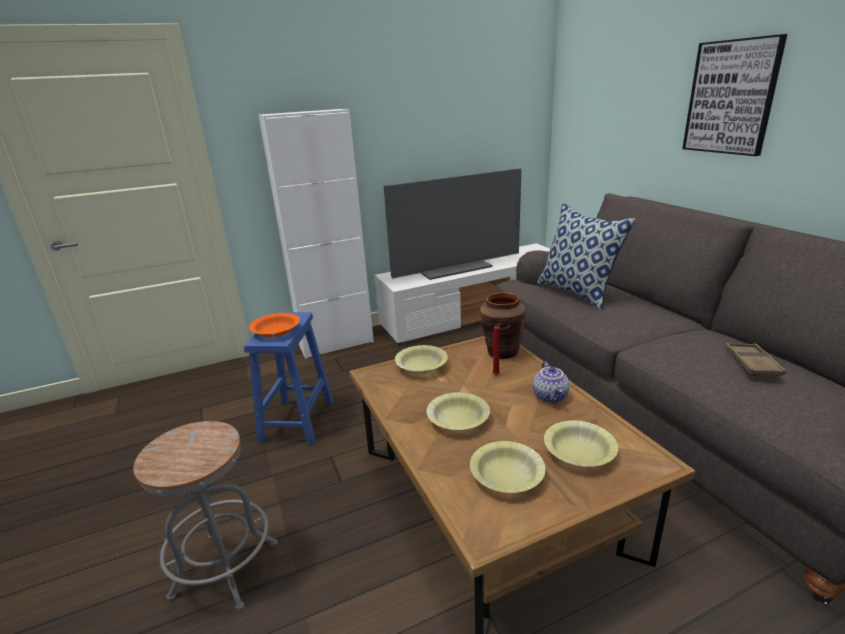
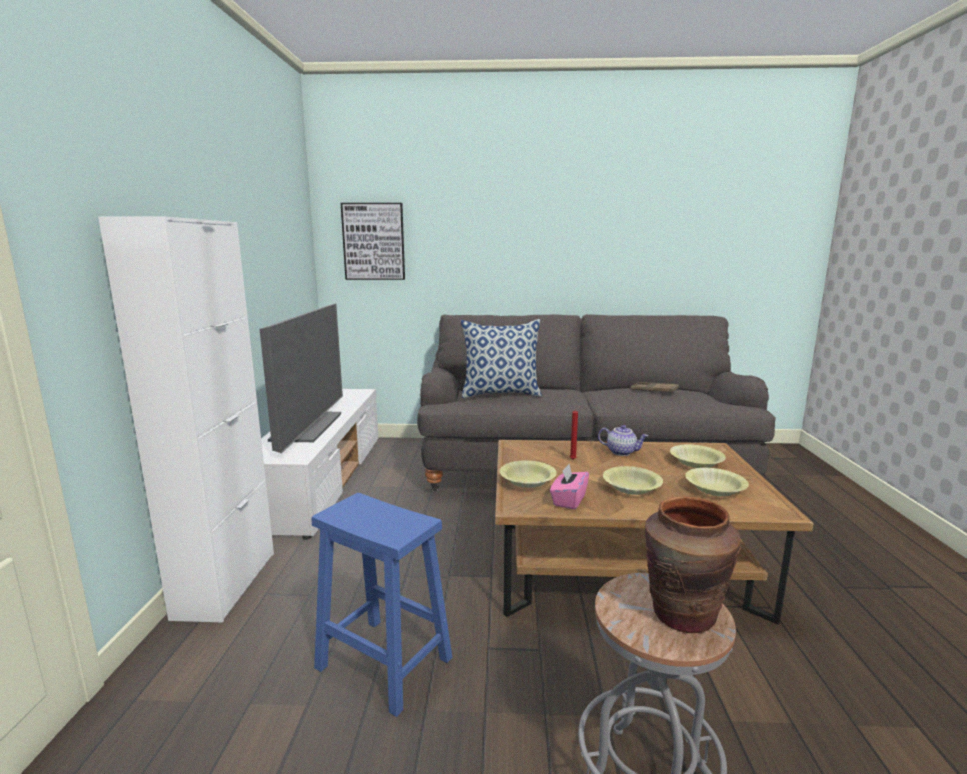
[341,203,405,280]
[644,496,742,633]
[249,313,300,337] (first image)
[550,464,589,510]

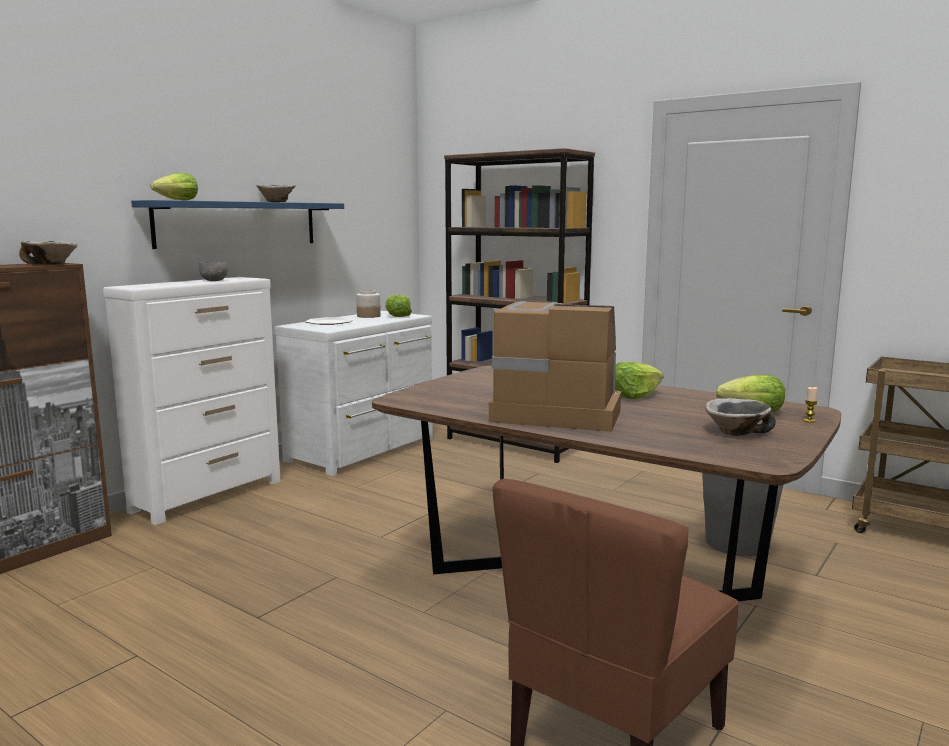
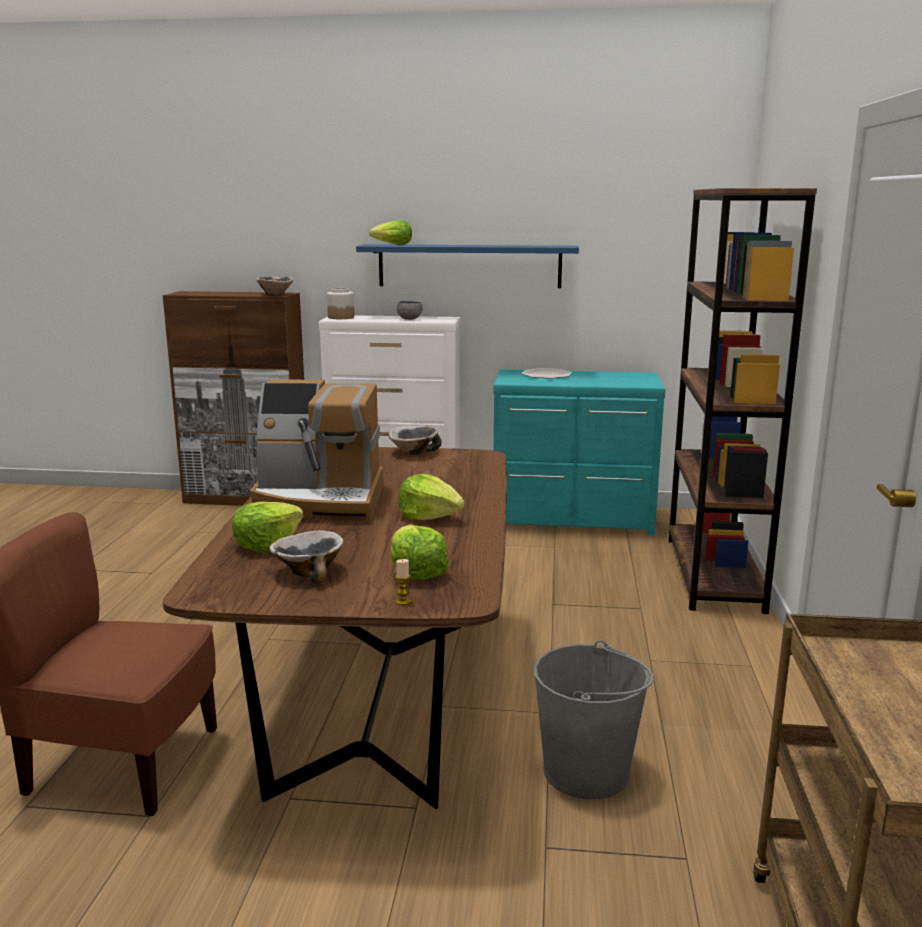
[388,426,442,455]
[327,288,354,319]
[232,502,304,553]
[250,379,384,522]
[494,369,665,535]

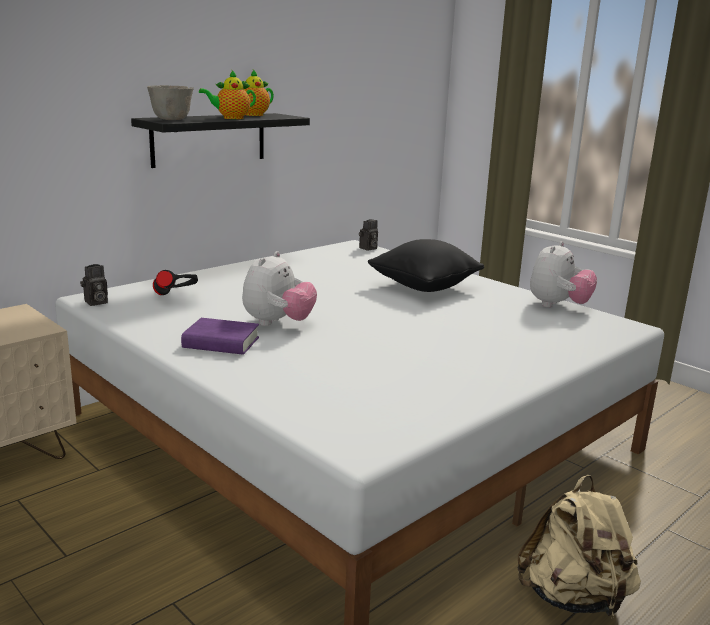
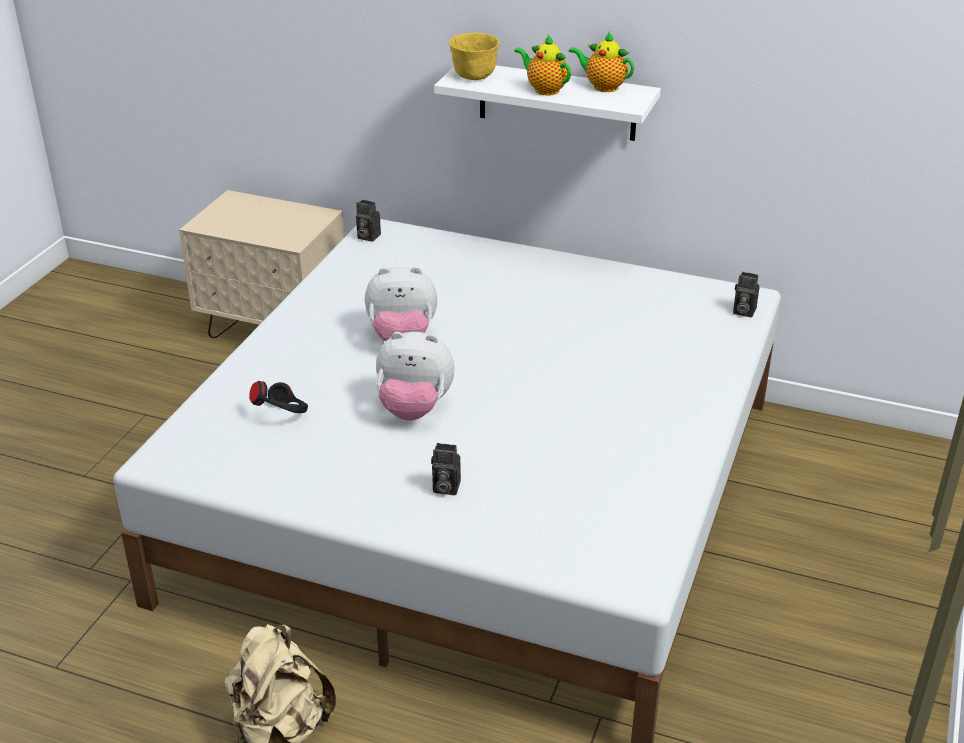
[449,33,499,80]
[434,65,661,141]
[368,239,484,292] (first image)
[376,332,455,421]
[249,381,308,413]
[181,318,259,355] (first image)
[431,443,461,495]

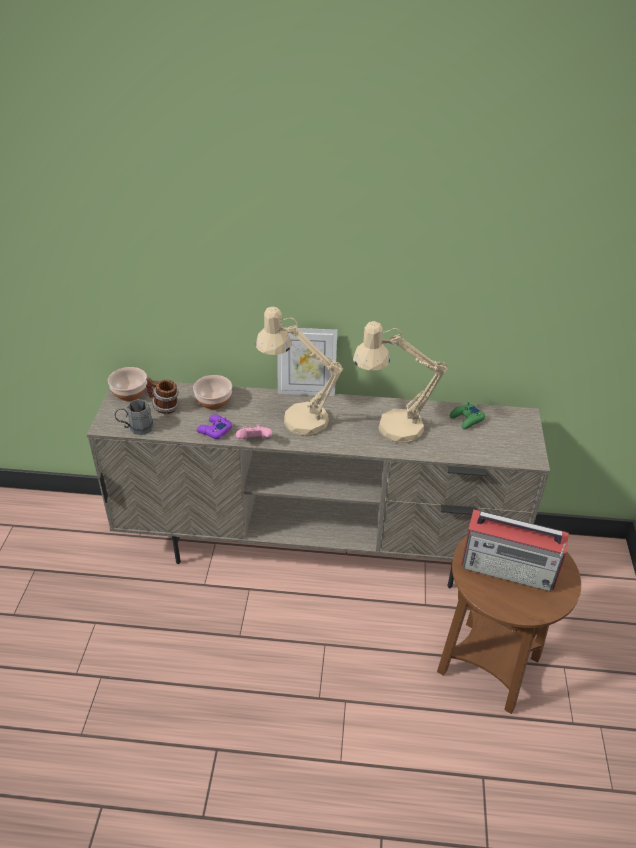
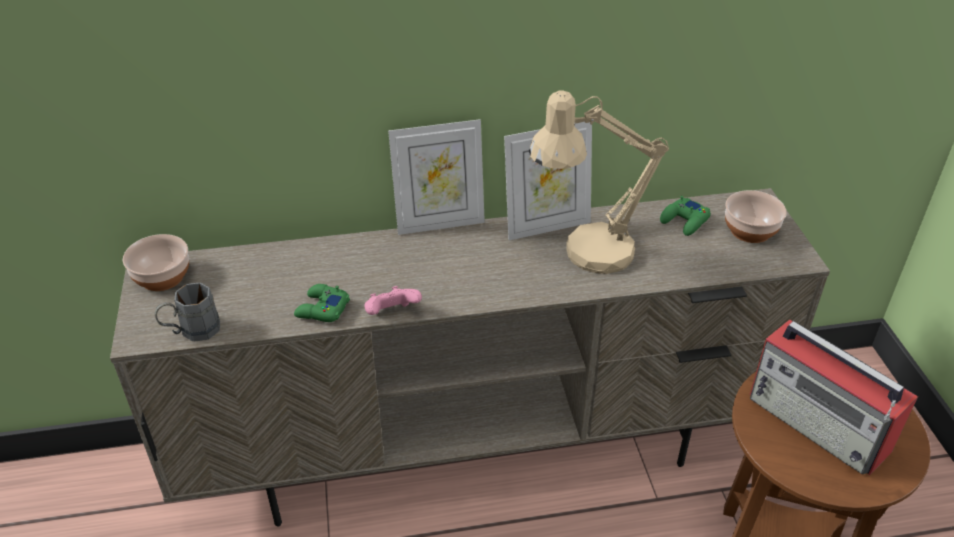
[256,307,343,436] (first image)
[725,190,787,243]
[146,377,179,414] (first image)
[294,284,350,322]
[750,320,918,475]
[504,122,592,240]

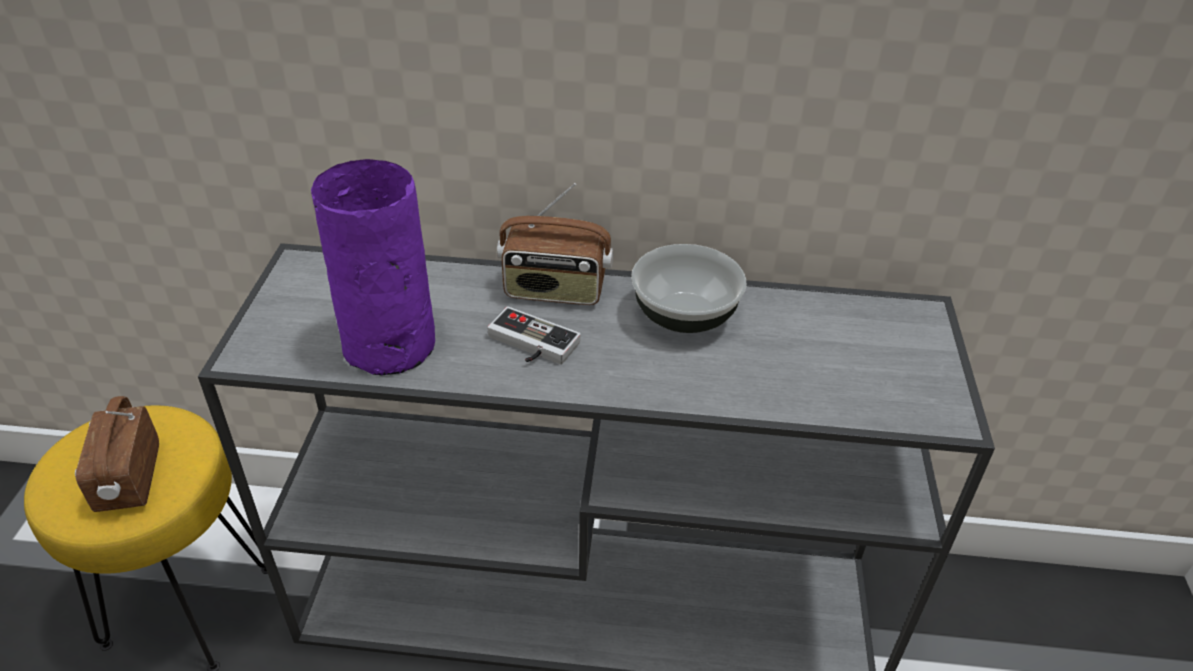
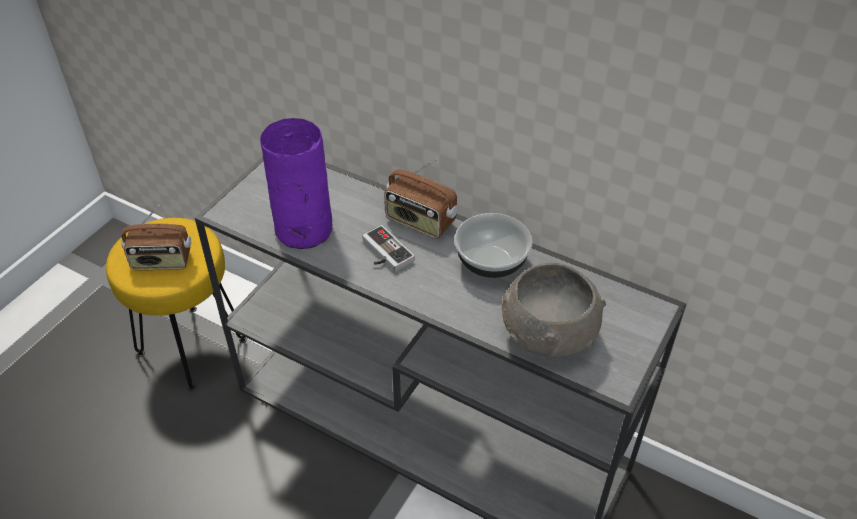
[121,205,191,270]
[502,263,606,357]

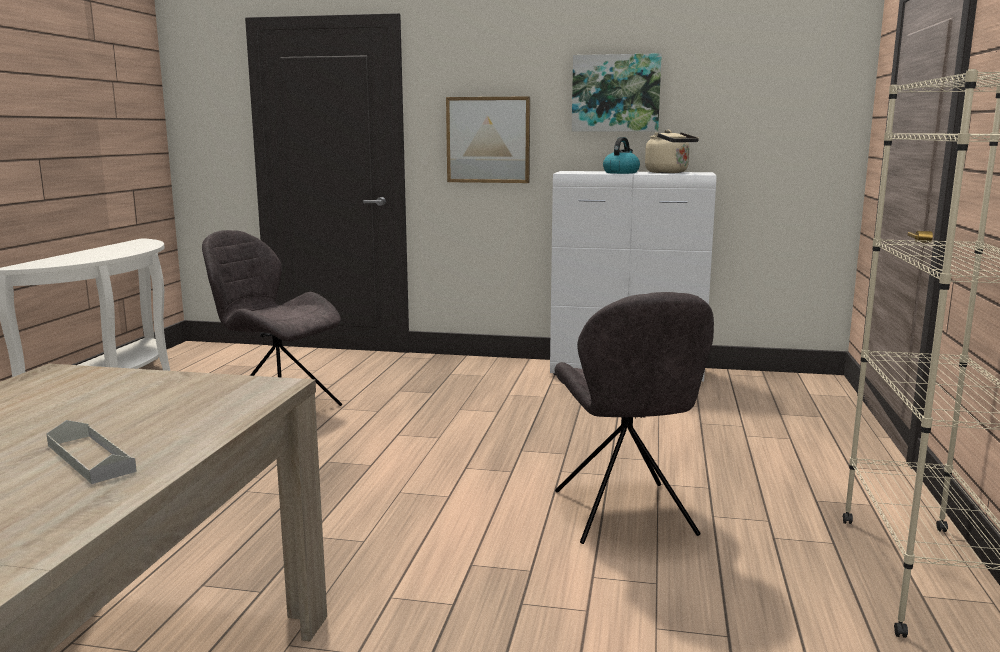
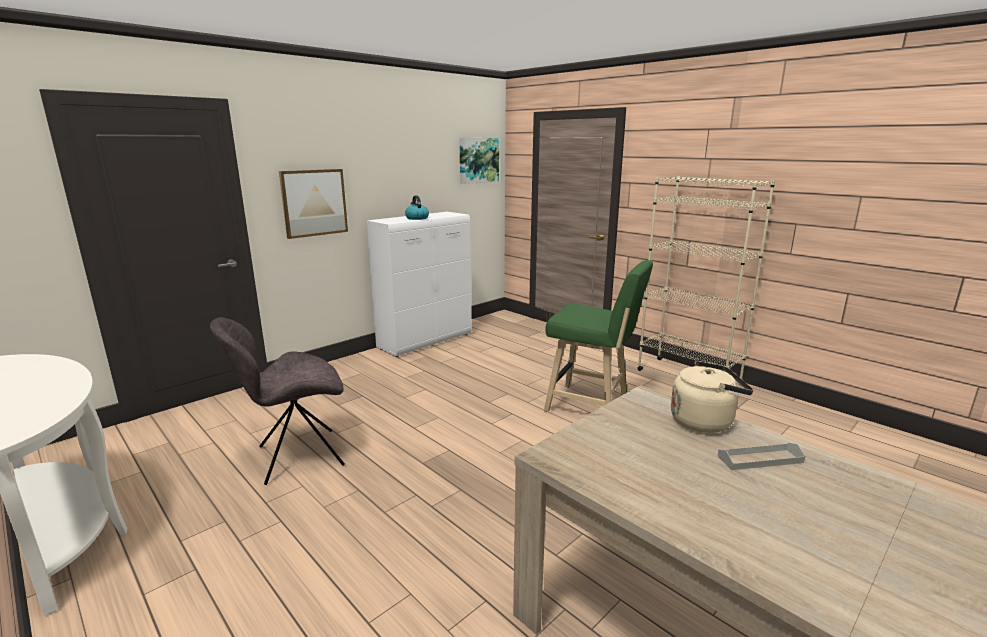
[459,138,499,184]
[671,361,753,433]
[544,260,653,412]

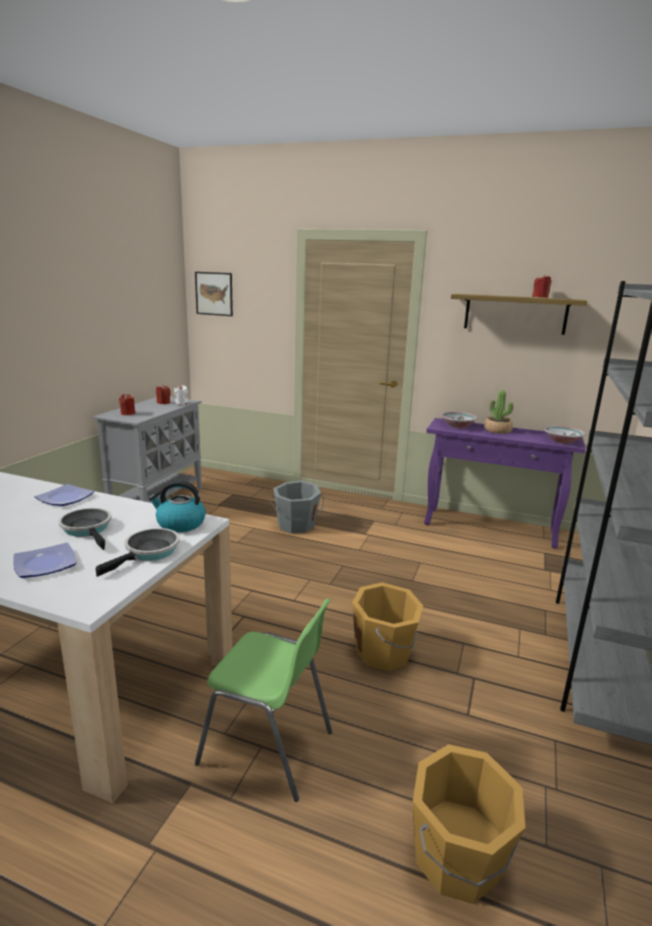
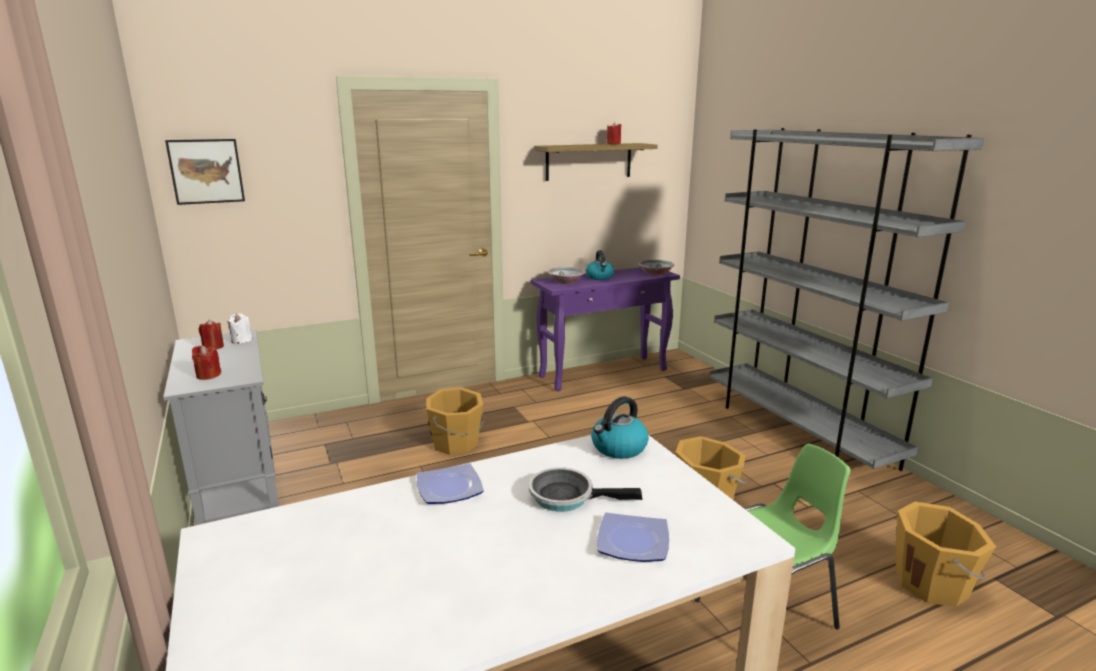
[586,250,614,280]
[426,387,484,455]
[95,528,180,577] (first image)

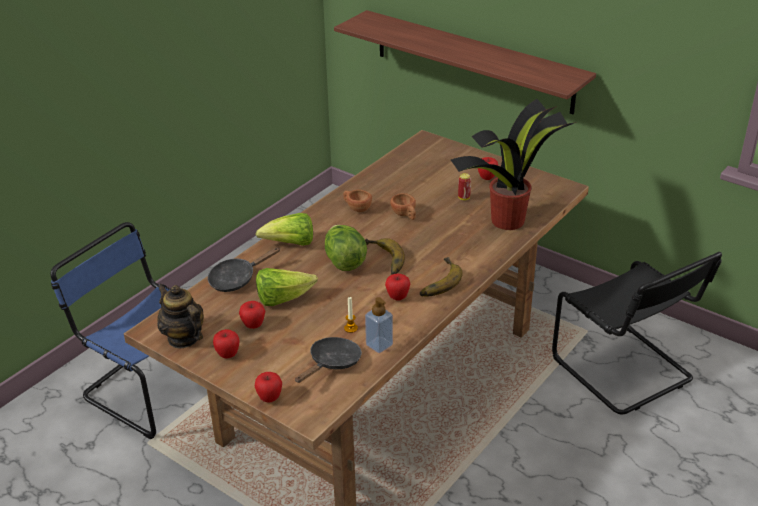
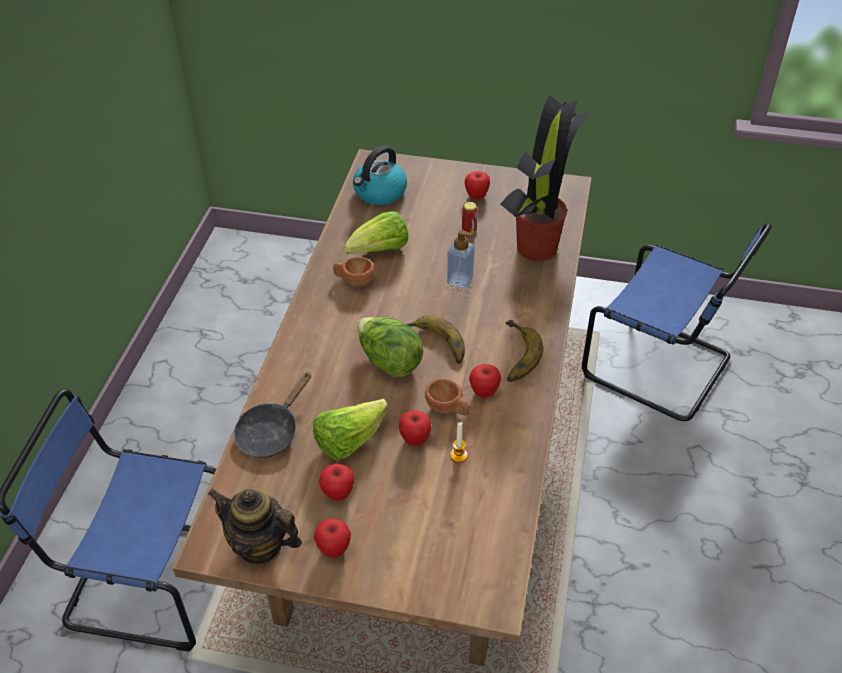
[334,10,596,114] (first image)
[425,378,470,416]
[344,211,408,254]
[582,223,772,421]
[447,230,475,289]
[295,337,362,383] (first image)
[399,410,431,446]
[353,145,407,205]

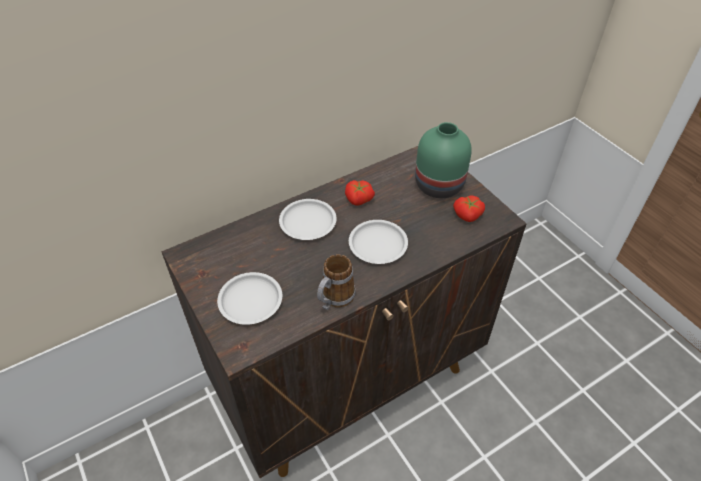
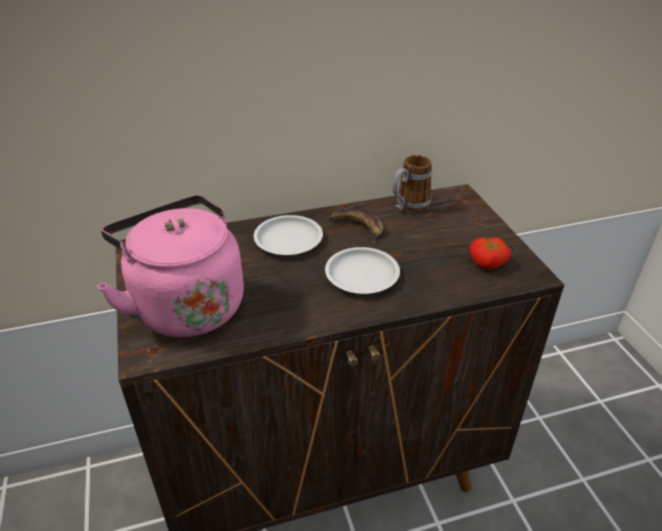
[415,122,472,198] (first image)
[329,208,383,244]
[393,155,432,212]
[97,195,244,337]

